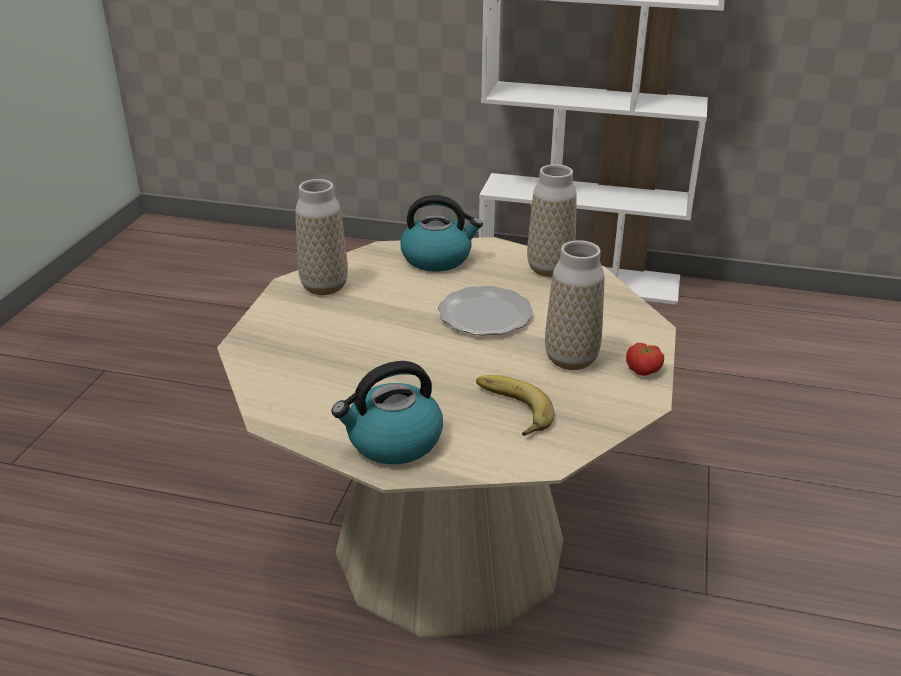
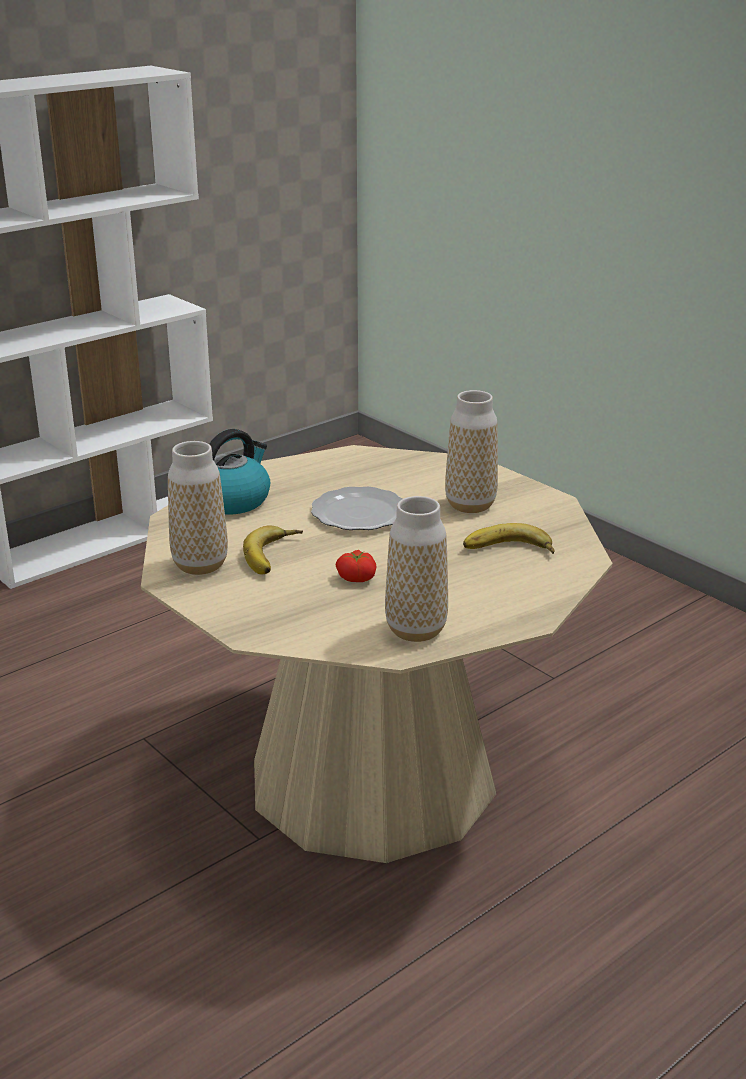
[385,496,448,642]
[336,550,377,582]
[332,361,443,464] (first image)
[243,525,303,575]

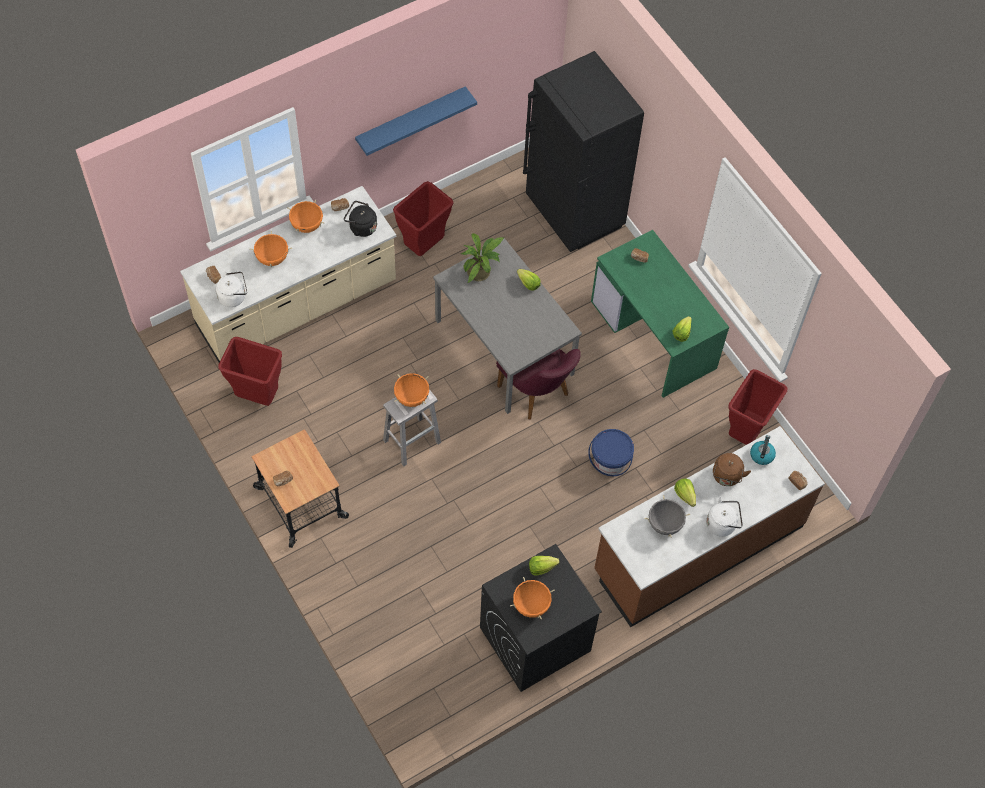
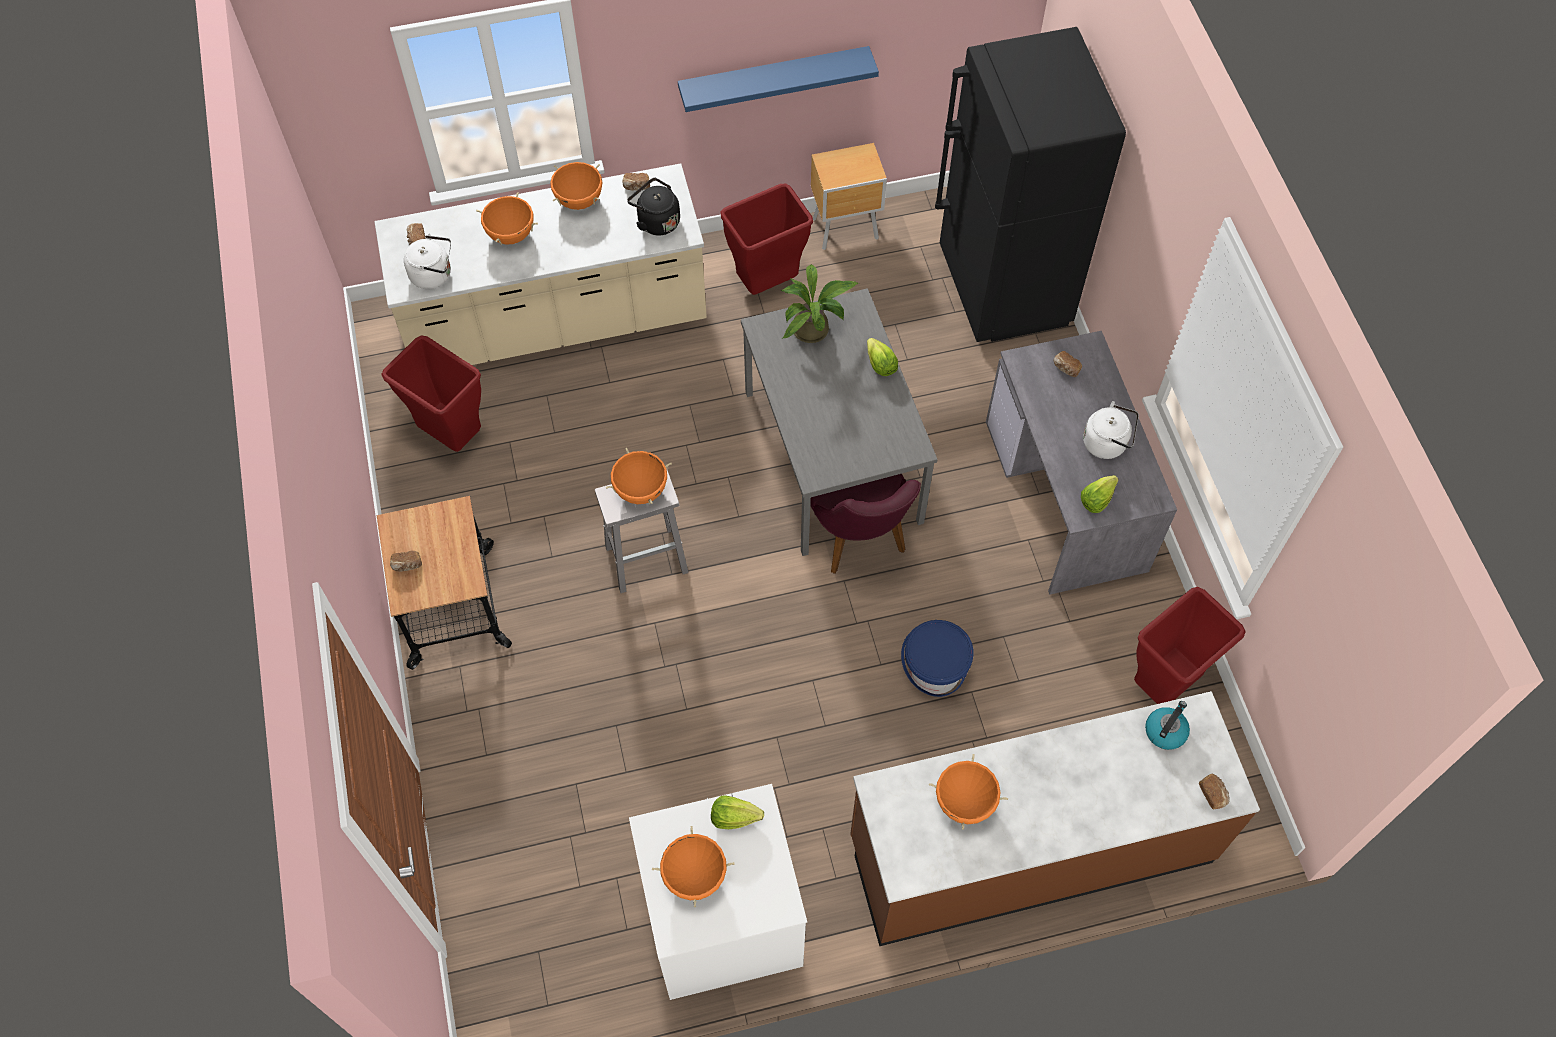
[986,331,1177,595]
[713,453,751,486] (first image)
[674,478,696,507] (first image)
[929,754,1008,830]
[1083,401,1139,459]
[629,784,807,1000]
[811,143,887,250]

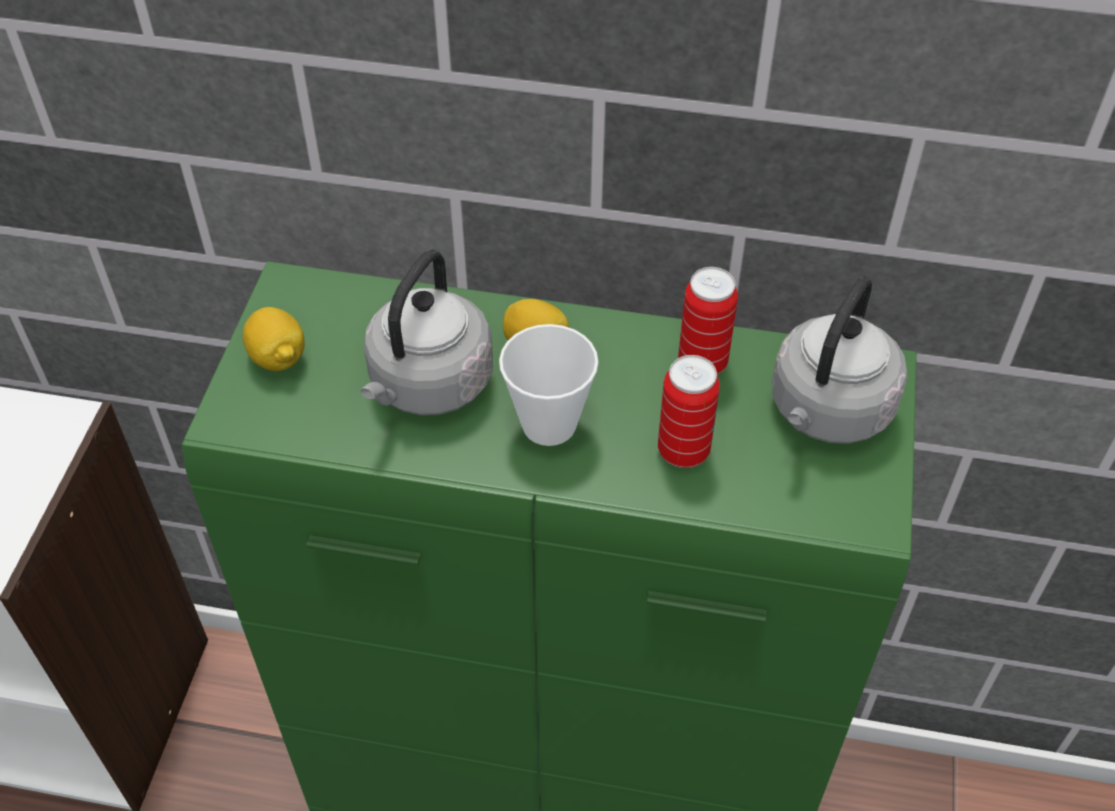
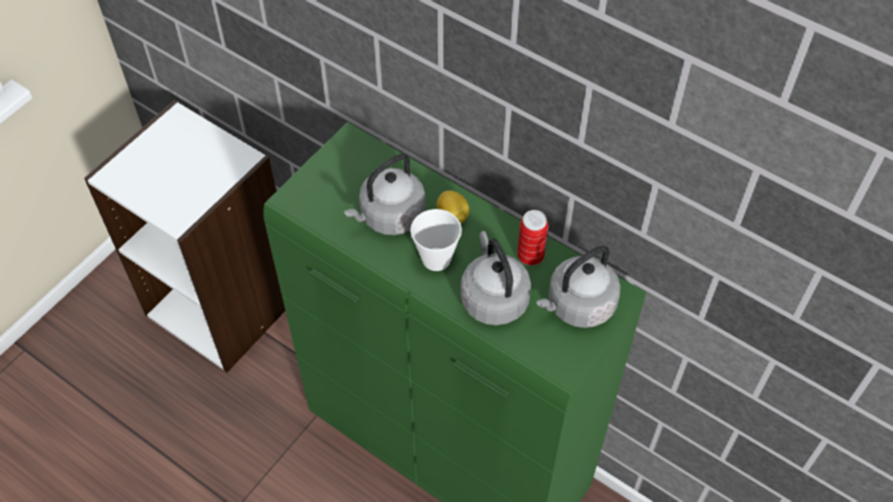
[243,307,305,371] (first image)
[461,231,531,325]

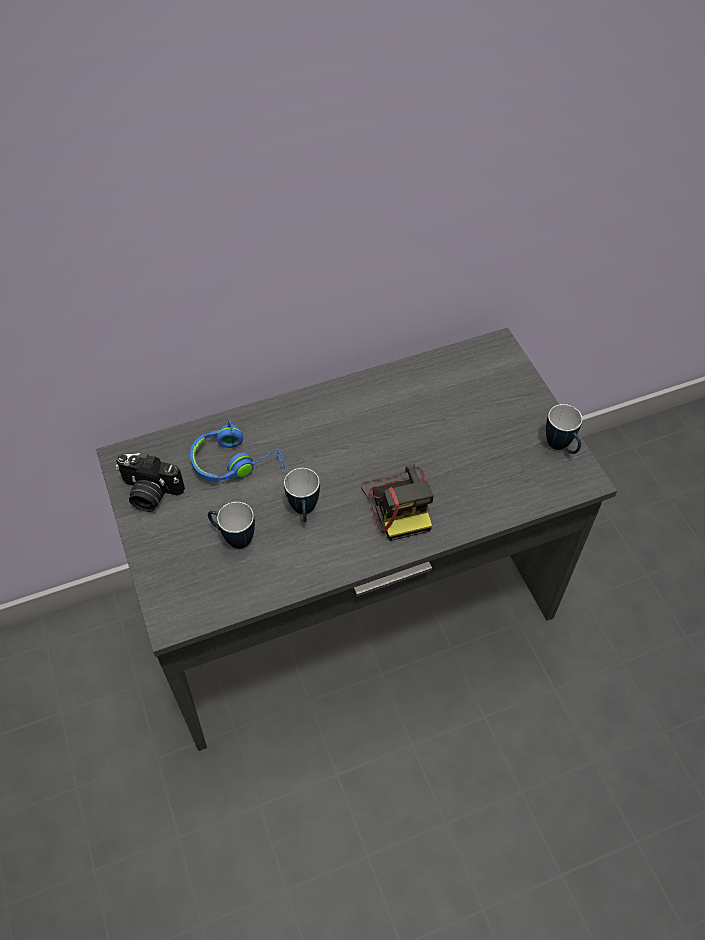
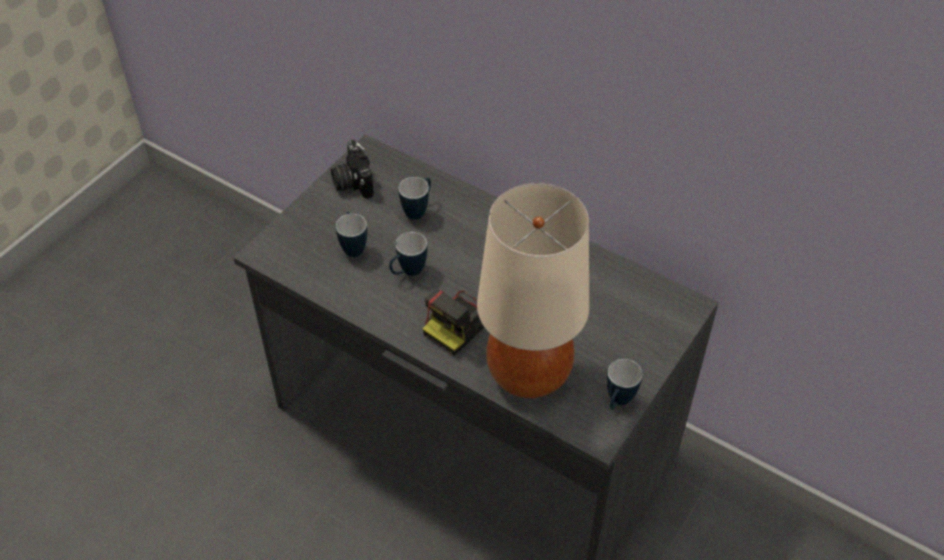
[398,177,431,220]
[477,183,589,398]

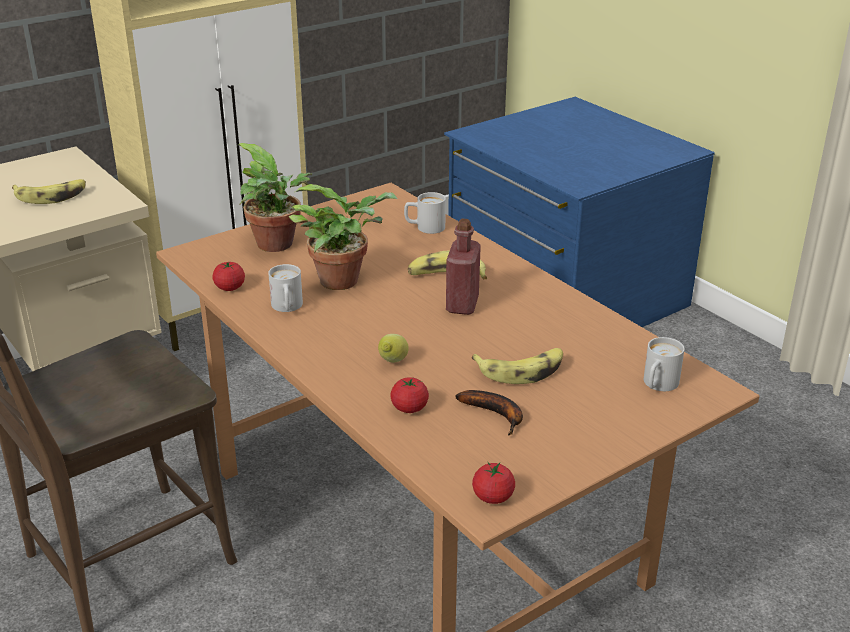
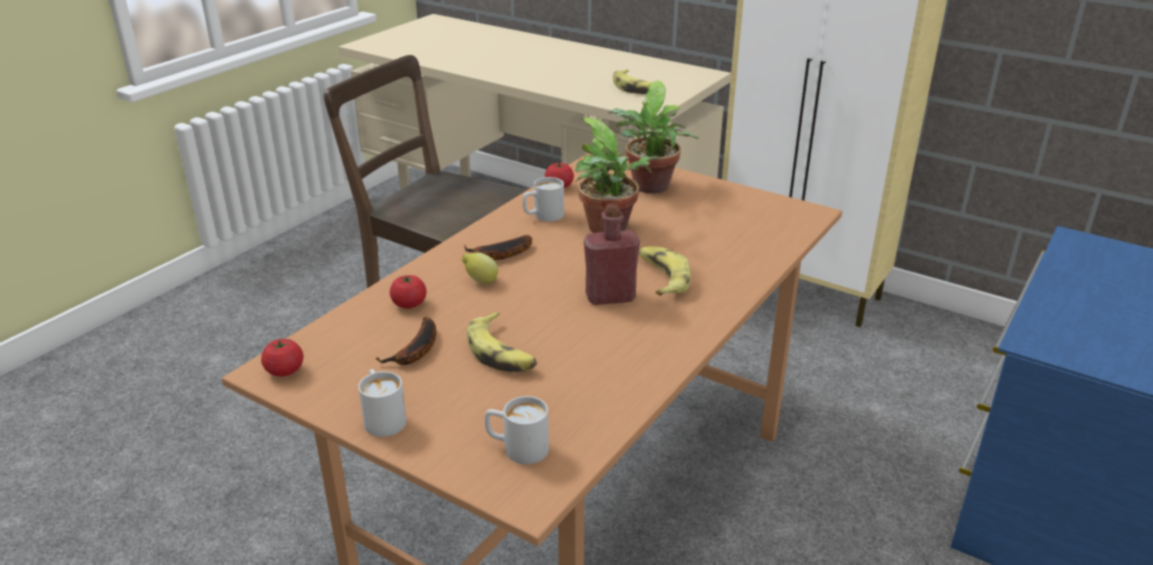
[358,369,407,437]
[464,235,532,260]

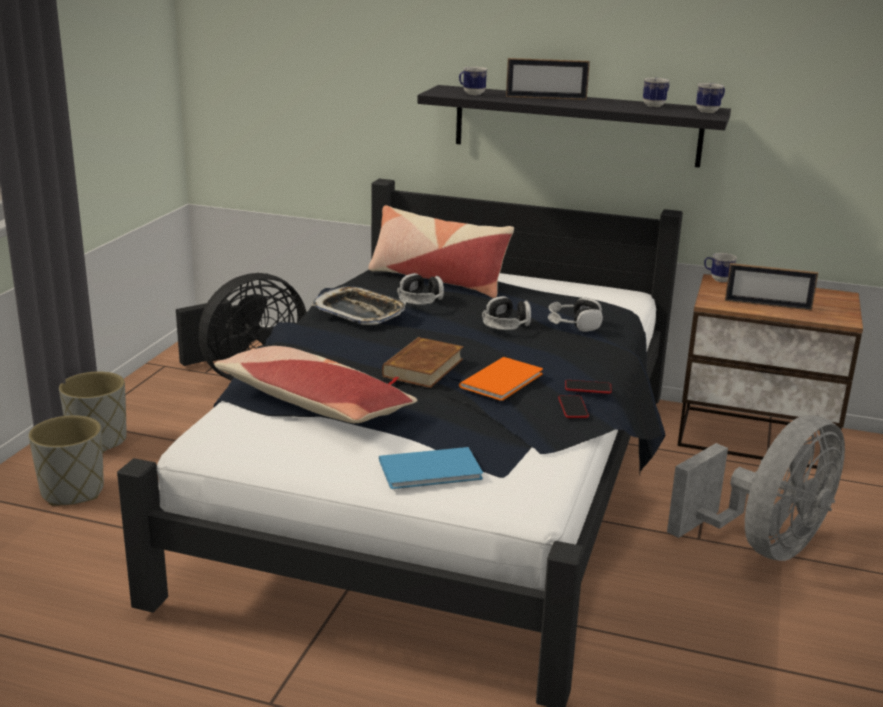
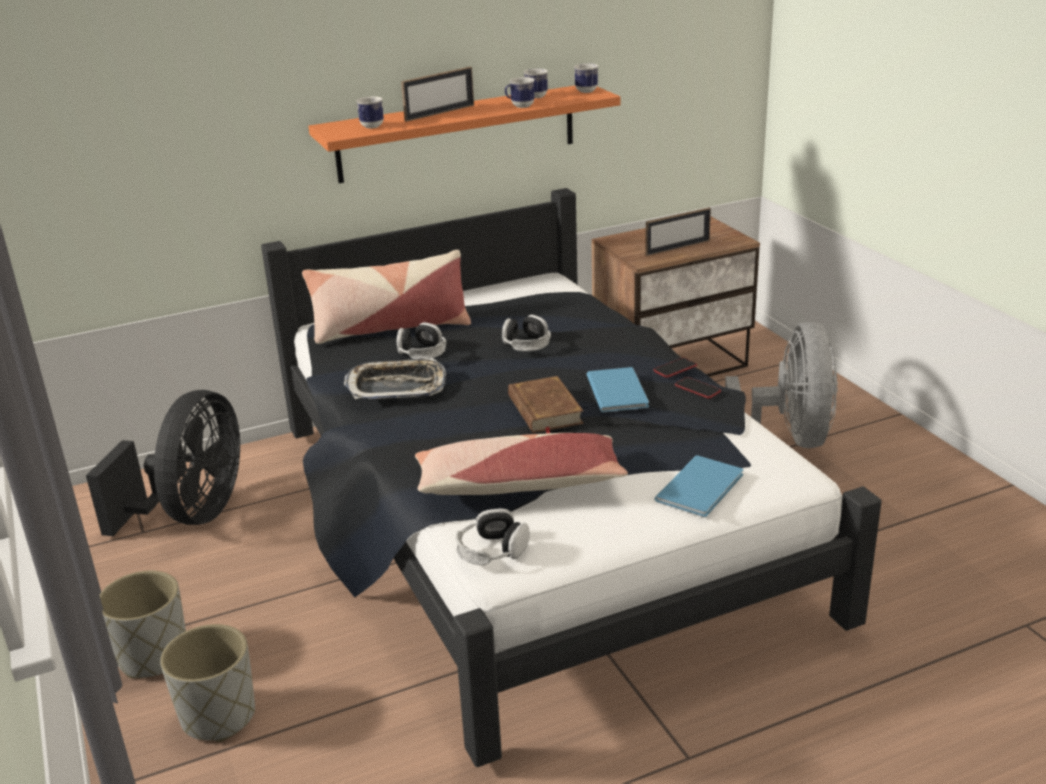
[308,86,621,183]
[505,77,534,108]
[456,508,530,565]
[587,367,649,412]

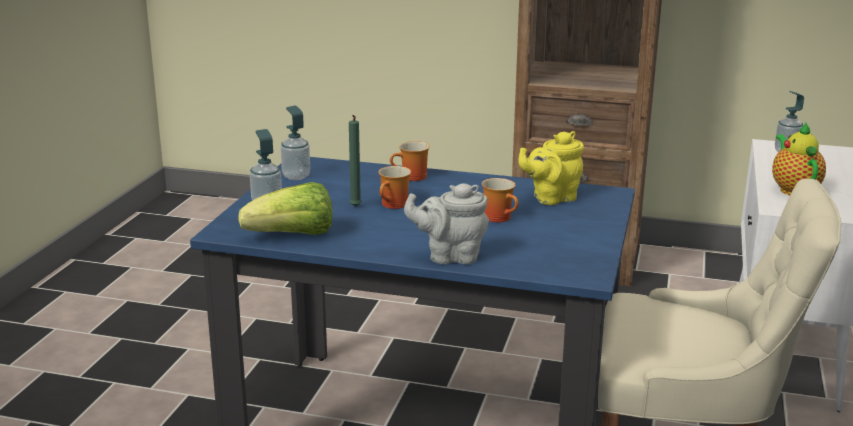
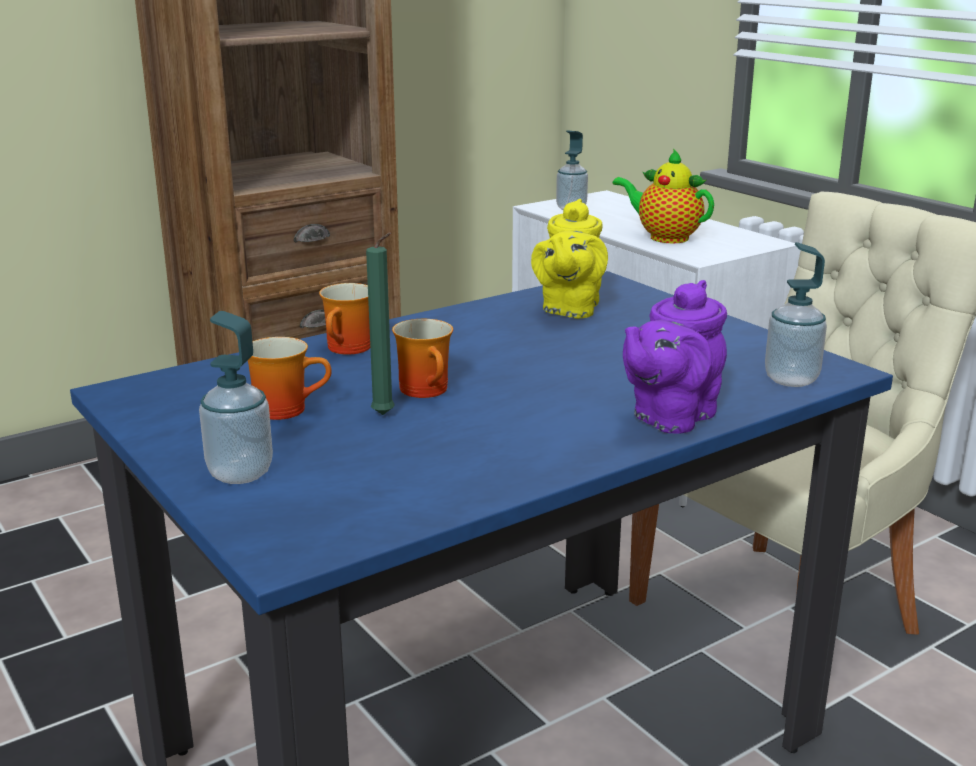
[765,242,827,387]
[248,337,332,420]
[238,182,333,235] (first image)
[623,280,727,434]

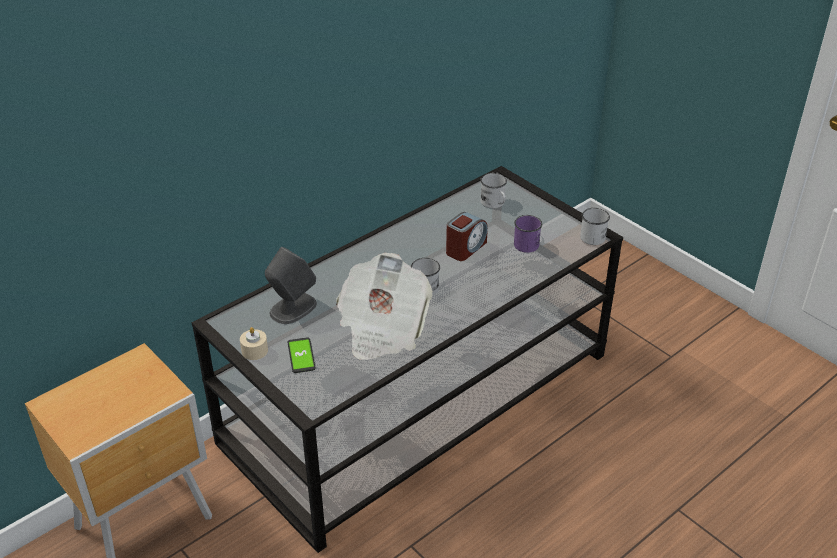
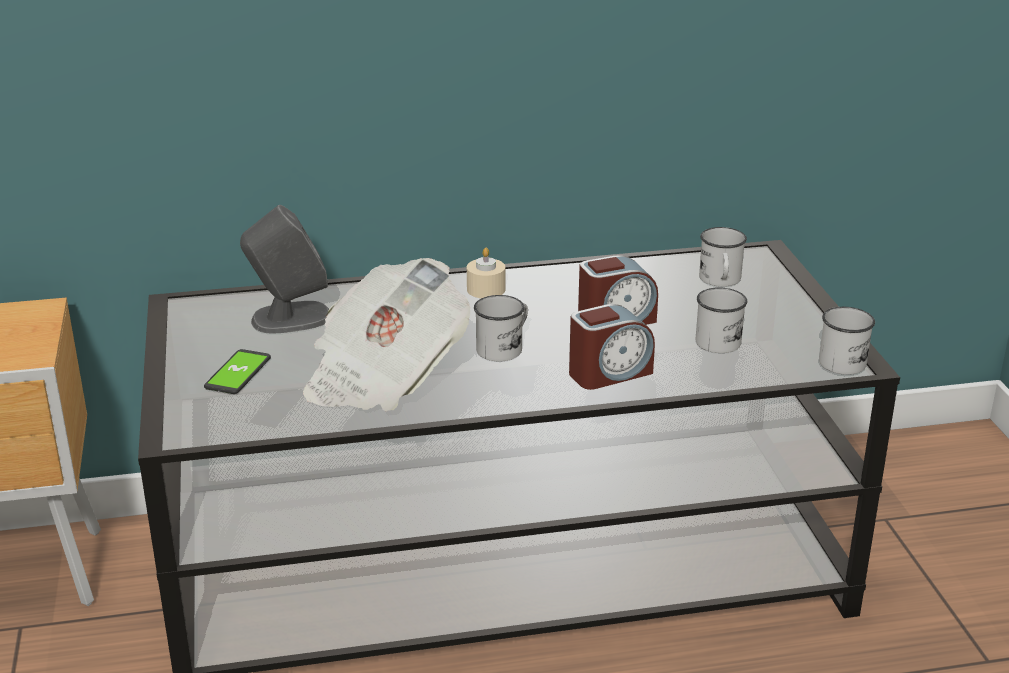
[696,287,747,353]
[467,248,505,298]
[569,304,655,390]

